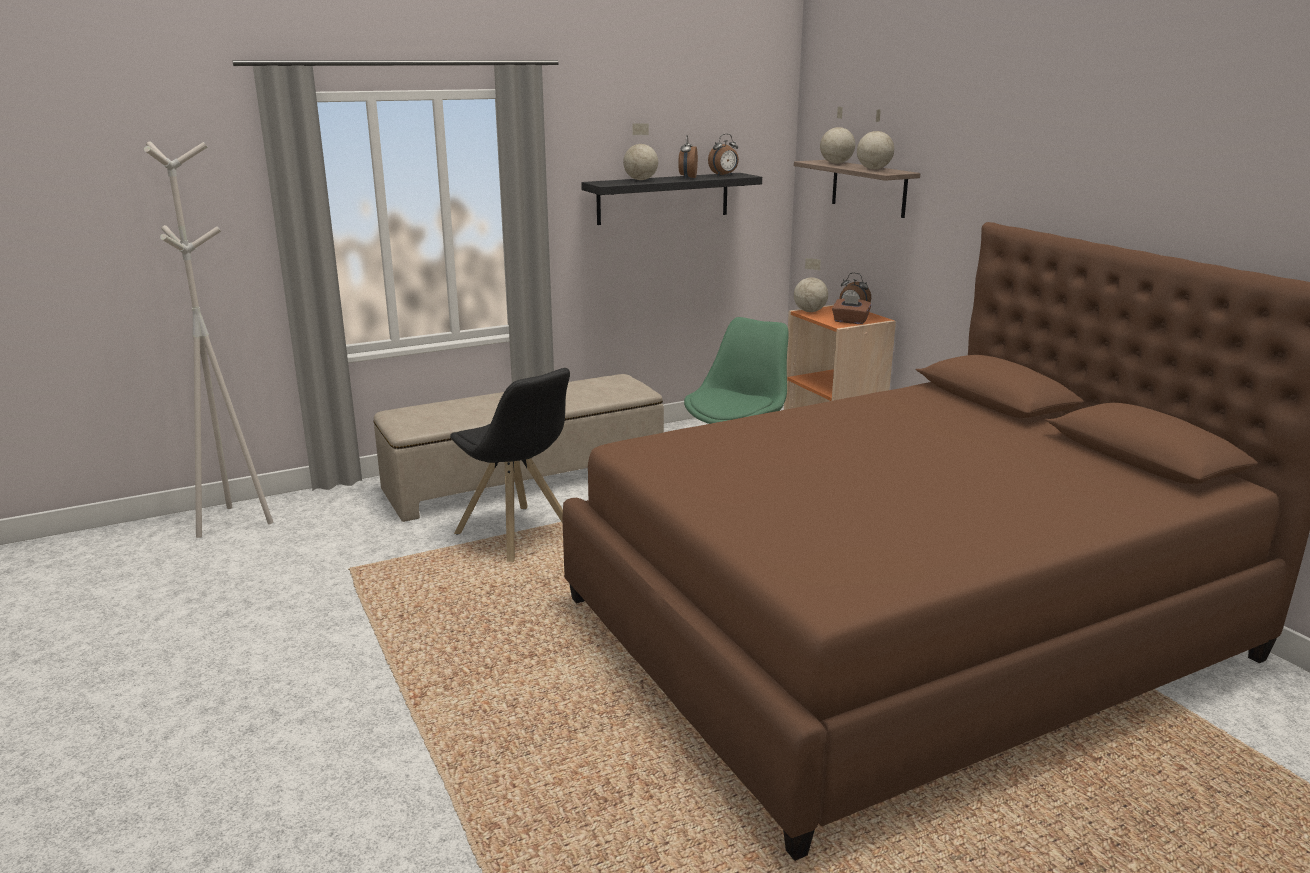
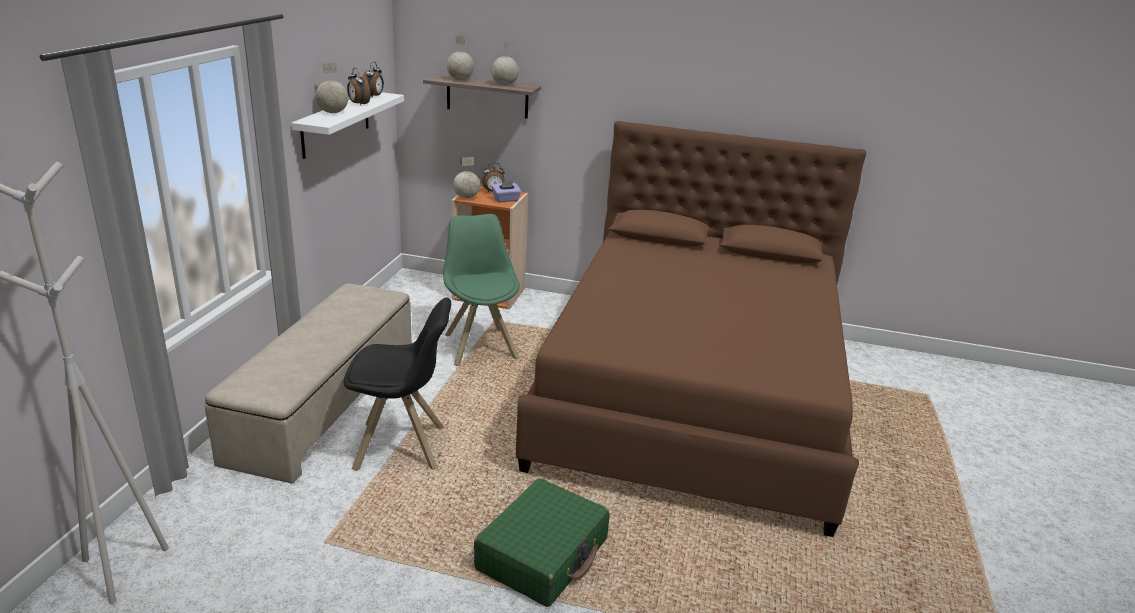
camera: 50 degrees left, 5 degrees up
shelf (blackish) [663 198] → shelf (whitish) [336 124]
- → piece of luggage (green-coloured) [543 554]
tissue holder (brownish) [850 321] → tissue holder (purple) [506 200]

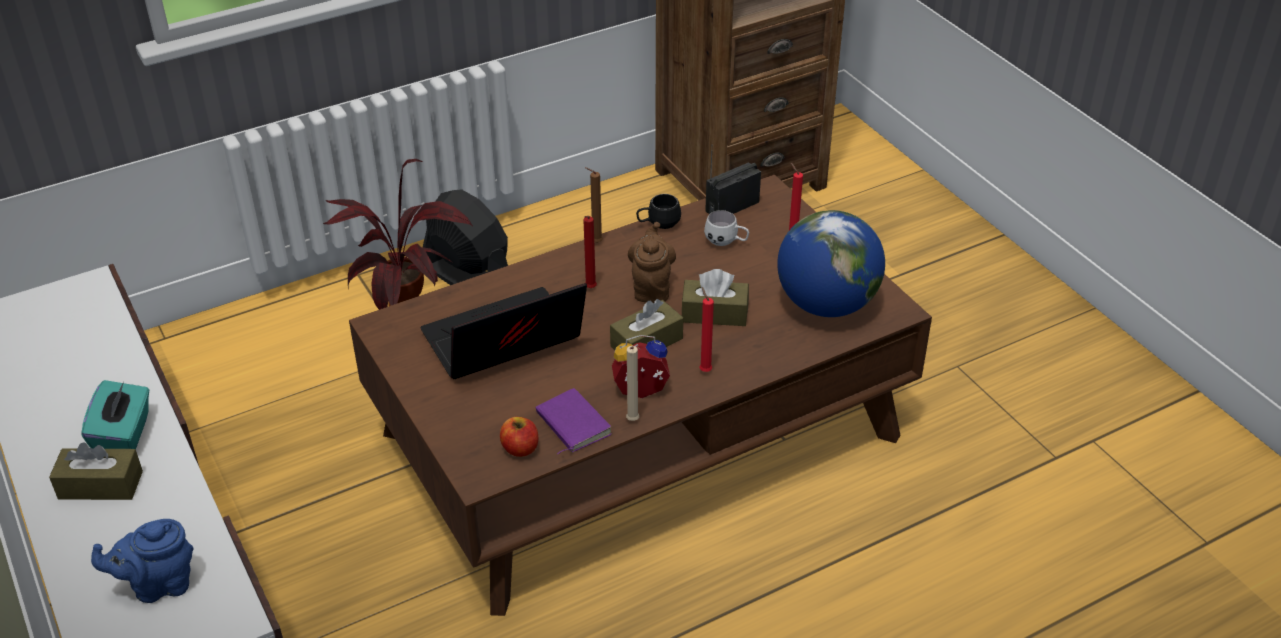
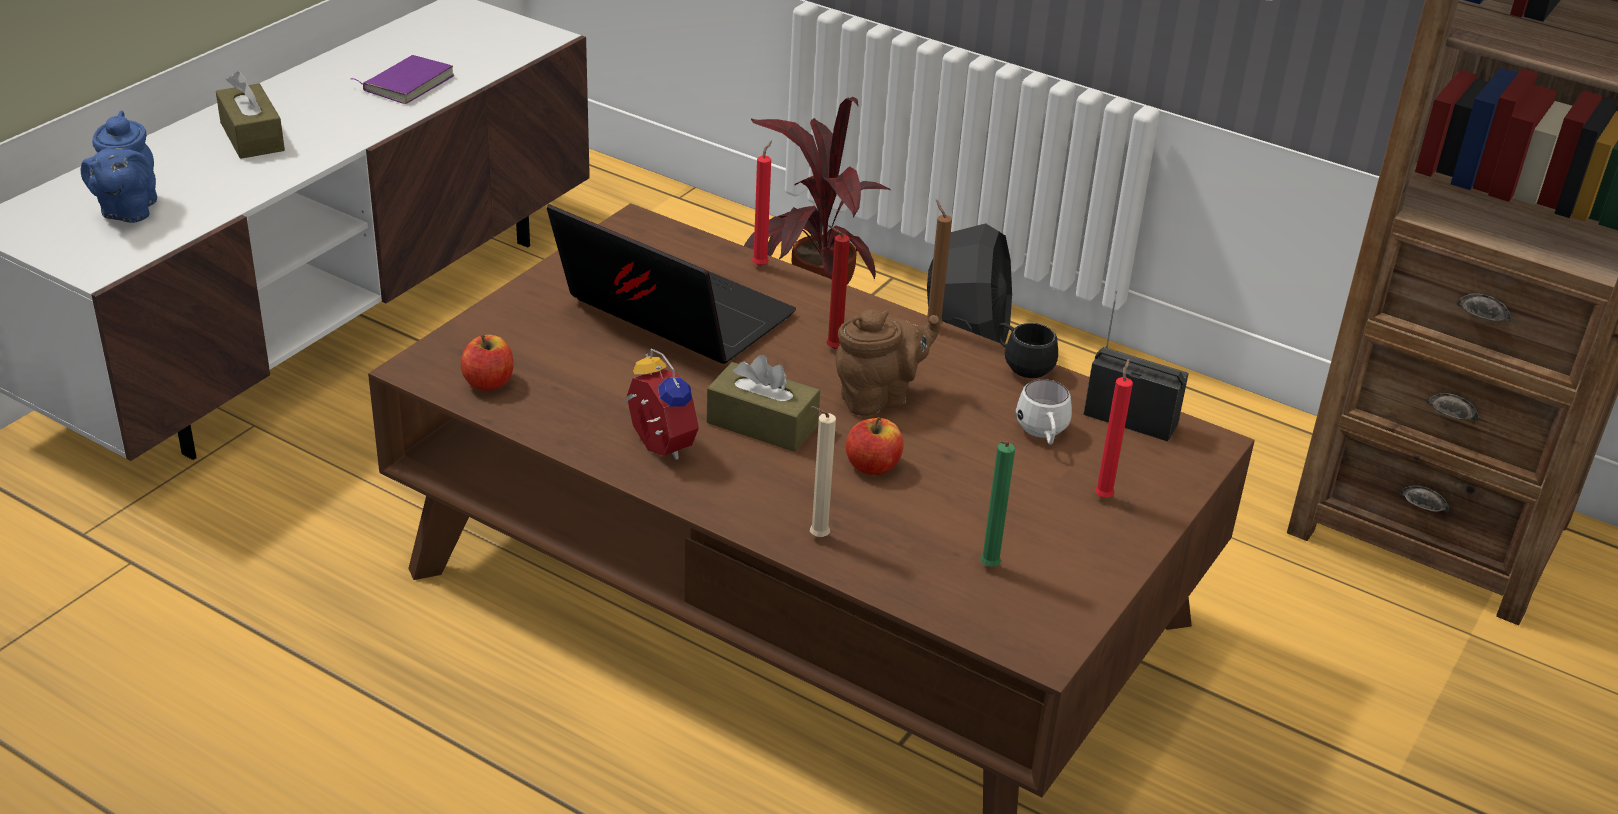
camera: 60 degrees right, 5 degrees down
teapot (bluish) [159 585] → teapot (bluish) [127 210], 135 degrees counterclockwise
volume (purple) [571 424] → volume (purple) [407 83], move
wax candle (red) [704 370] → wax candle (red) [761 265], move
wax candle (beige-coloured) [632 422] → wax candle (beige-coloured) [815 537], move
tissue holder (brownish) [714 313] → whole apple [872 466]
world globe [826 304] → wax candle (green-coloured) [987 568]
tissue holder (blue-green) [124 434] → -

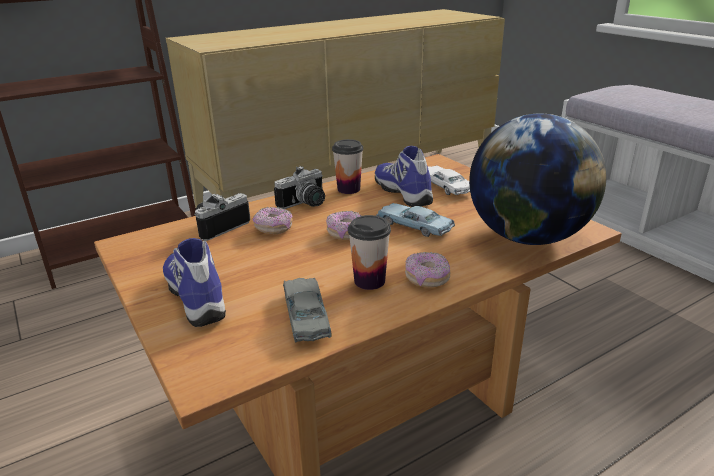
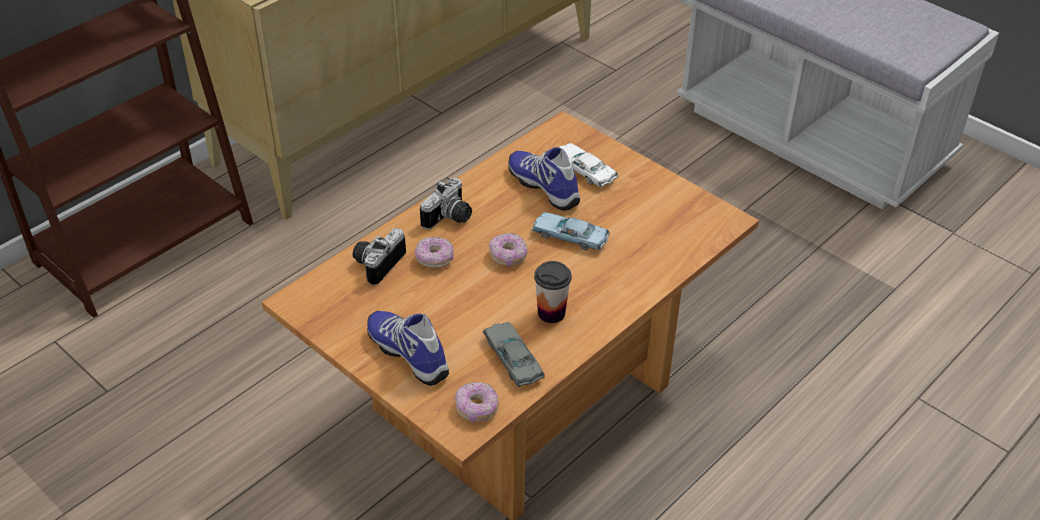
camera: 15 degrees left, 15 degrees up
doughnut [427 279] → doughnut [477 409], move
small cup [348 189] → -
world globe [527 237] → -

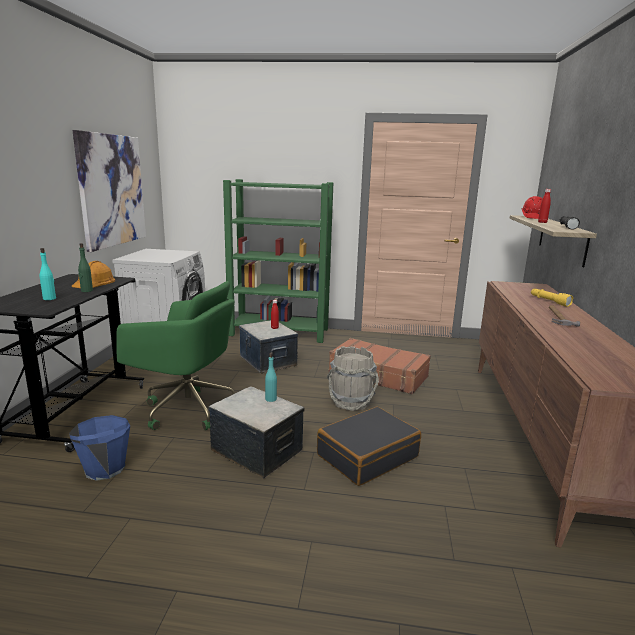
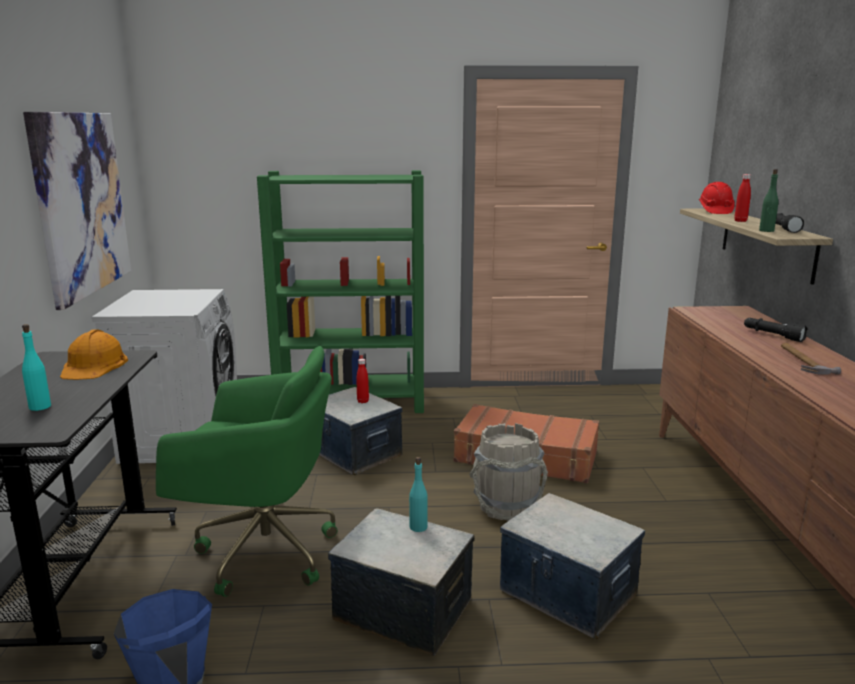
camera: 10 degrees left, 0 degrees up
piece of luggage (blackish) [367 455] → storage bin [567 593]
hand torch (yellow-coloured) [549 301] → hand torch (blackish) [772 335]
bottle (green-coloured) [86 291] → bottle (green-coloured) [766 231], move

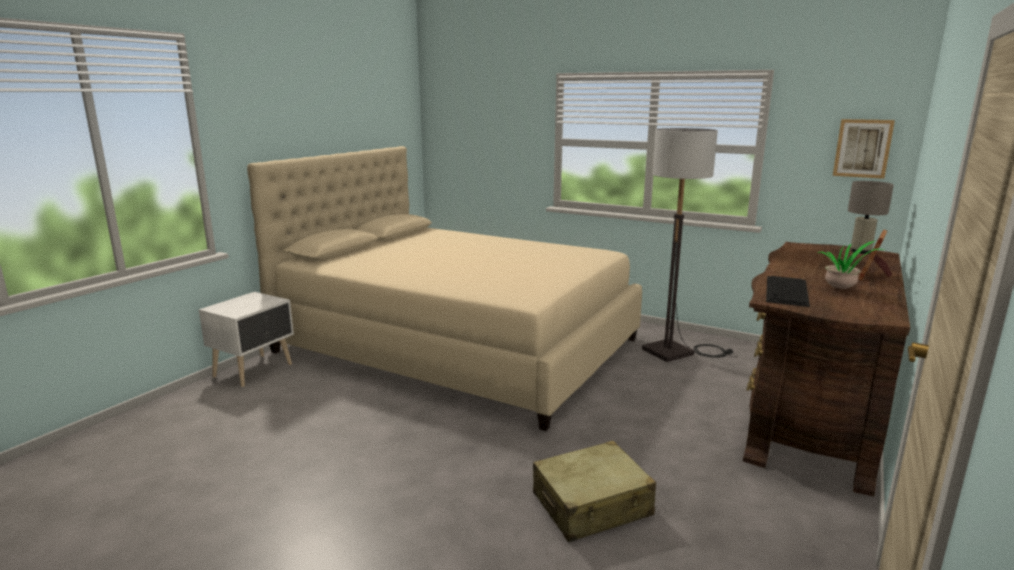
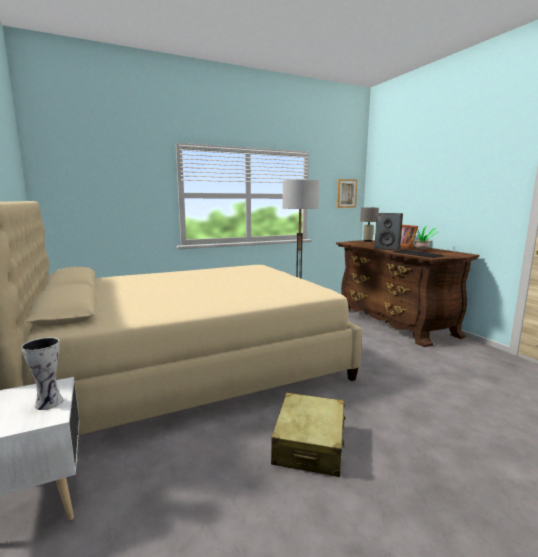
camera: 55 degrees left, 5 degrees down
- → flower vase [50 402]
piece of luggage (beige-coloured) [592 505] → piece of luggage (beige-coloured) [310 444], move
- → loudspeaker [387 249]

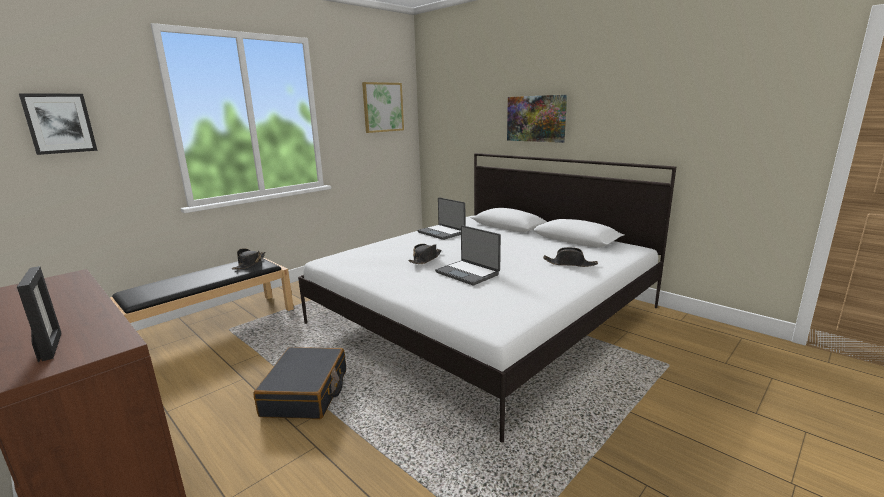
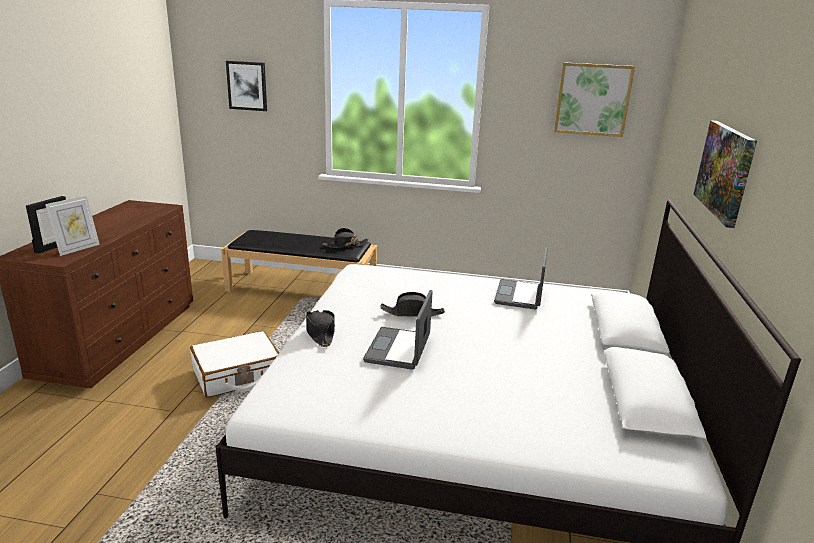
camera: 55 degrees right, 5 degrees up
- → picture frame [78 249]
piece of luggage (blackish) [306 393] → piece of luggage (whitish) [237 375]
wearable hat (blackish) [570 264] → wearable hat (blackish) [320 332], move

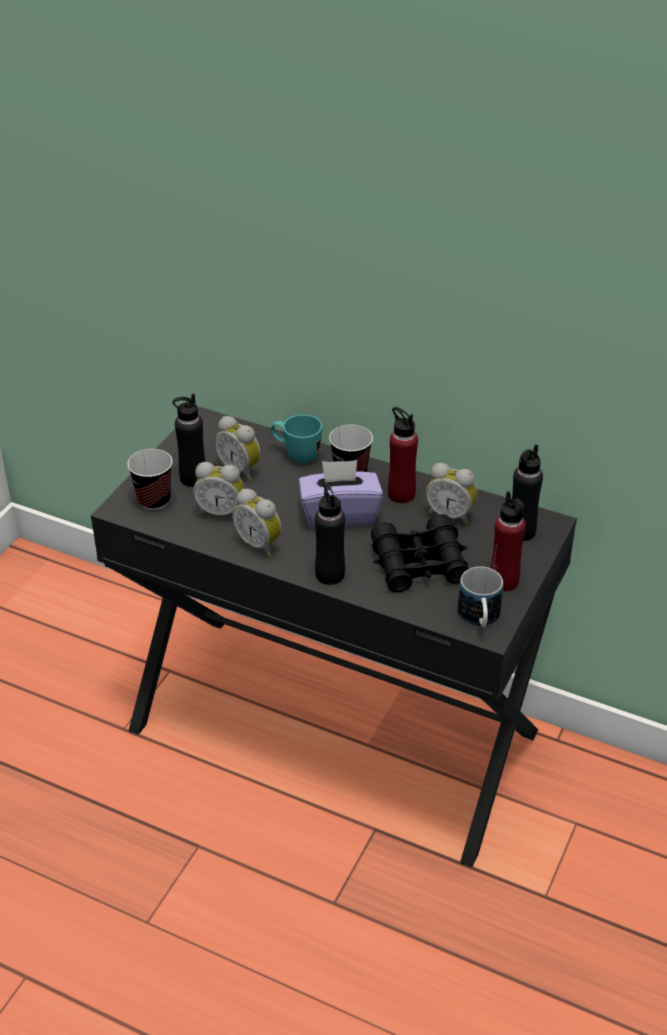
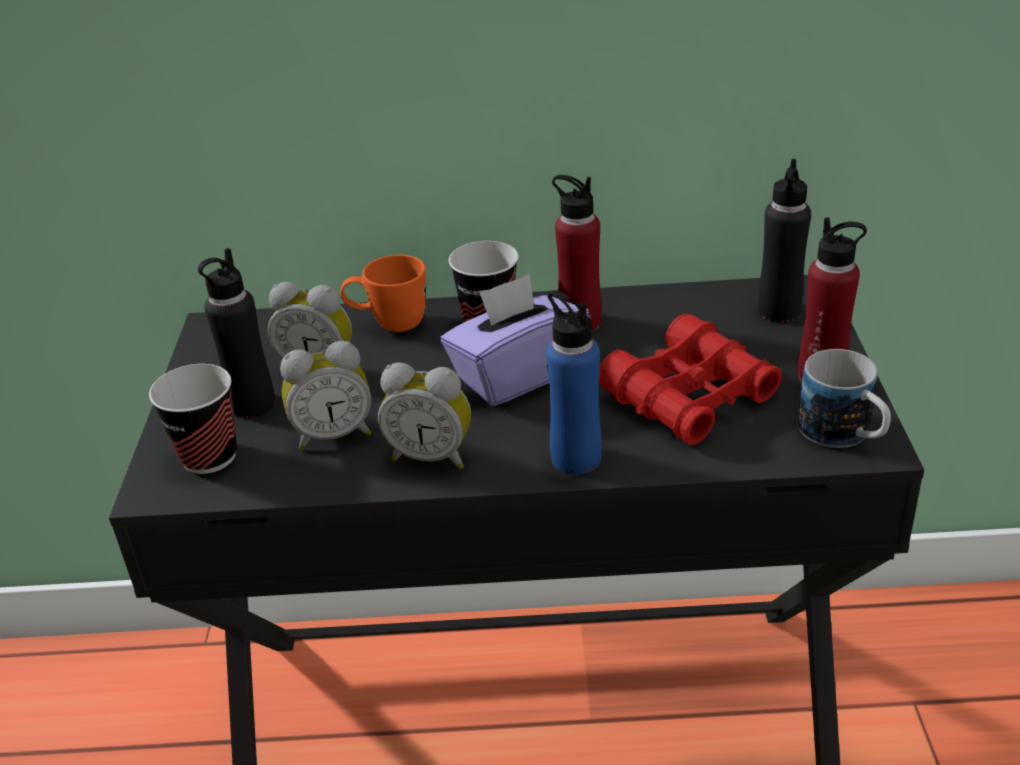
camera: 25 degrees left, 5 degrees down
coffee mug (blue-green) [296 455] → coffee mug (orange-coloured) [388 325]
bottle (blackish) [330 574] → bottle (bluish) [576 458]
pair of binoculars (blackish) [419 564] → pair of binoculars (red) [689 396]
alarm clock [450 515] → -

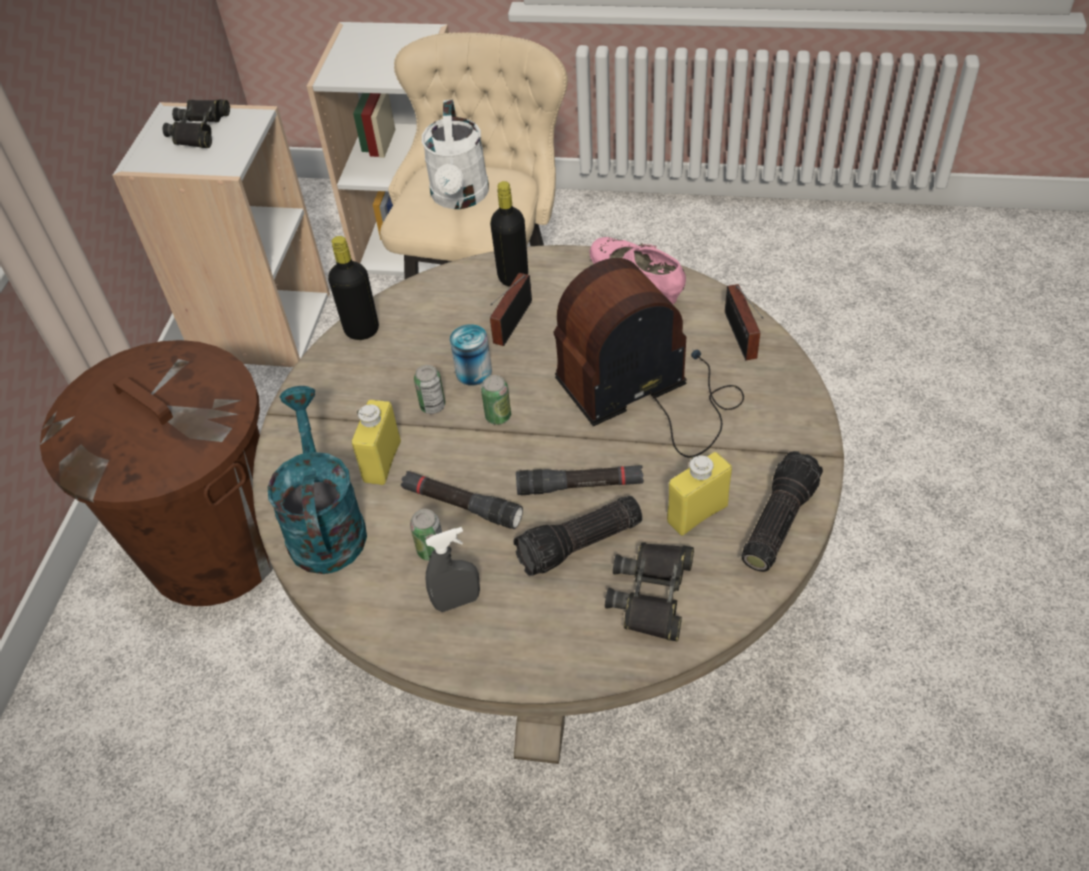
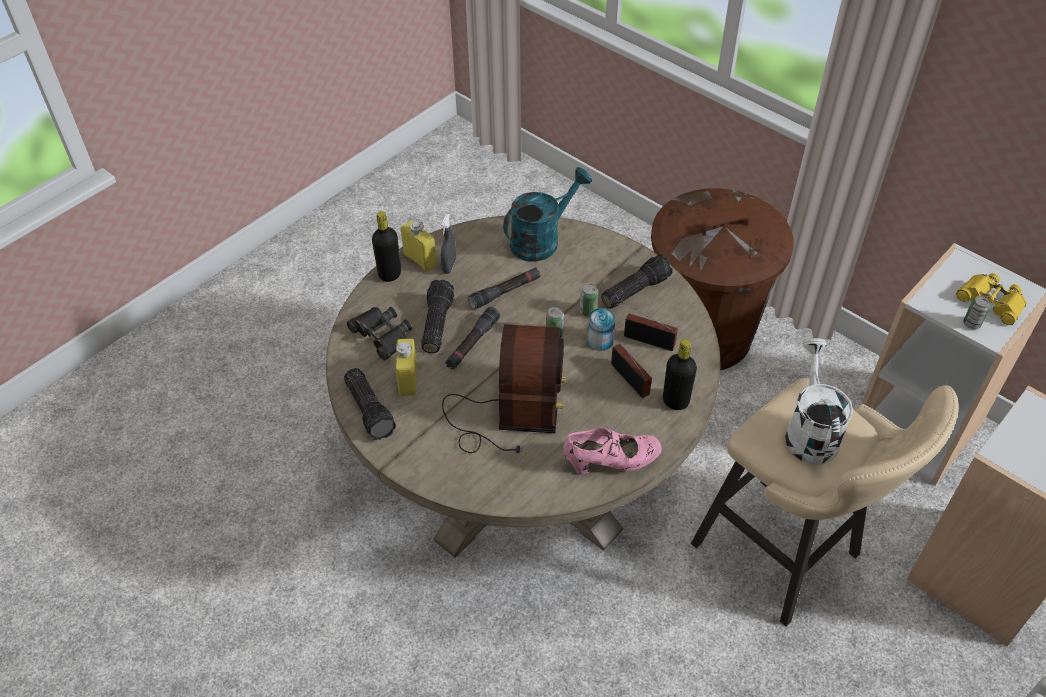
camera: 120 degrees right, 0 degrees up
bottle (blackish) [362 330] → bottle (blackish) [389 274], move
bottle (yellow-coloured) [382 461] → bottle (yellow-coloured) [420 259], move
watering pot (blue-green) [324 524] → watering pot (blue-green) [541 240], 60 degrees counterclockwise
- → hand torch [634 289]
radio set [740 338] → radio set [646 339], move
watering pot (whitish) [460 198] → watering pot (whitish) [810 431], 60 degrees clockwise
pair of binoculars (blackish) [199 129] → pair of binoculars (yellow-coloured) [991 301]
metal can [431 550] → metal can [971 324], move

